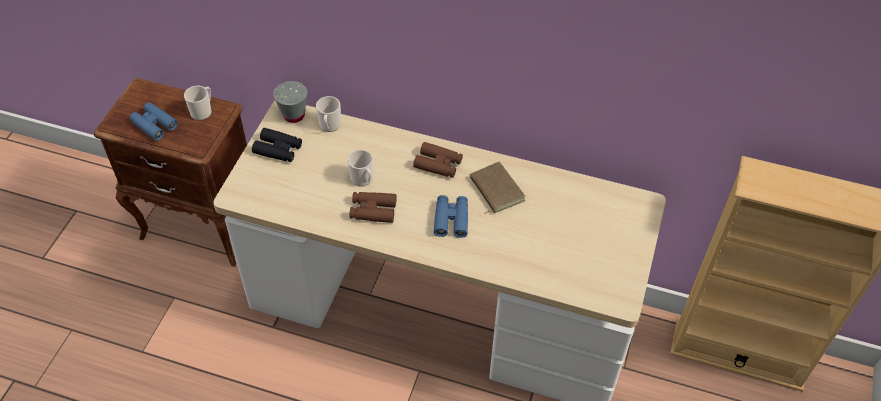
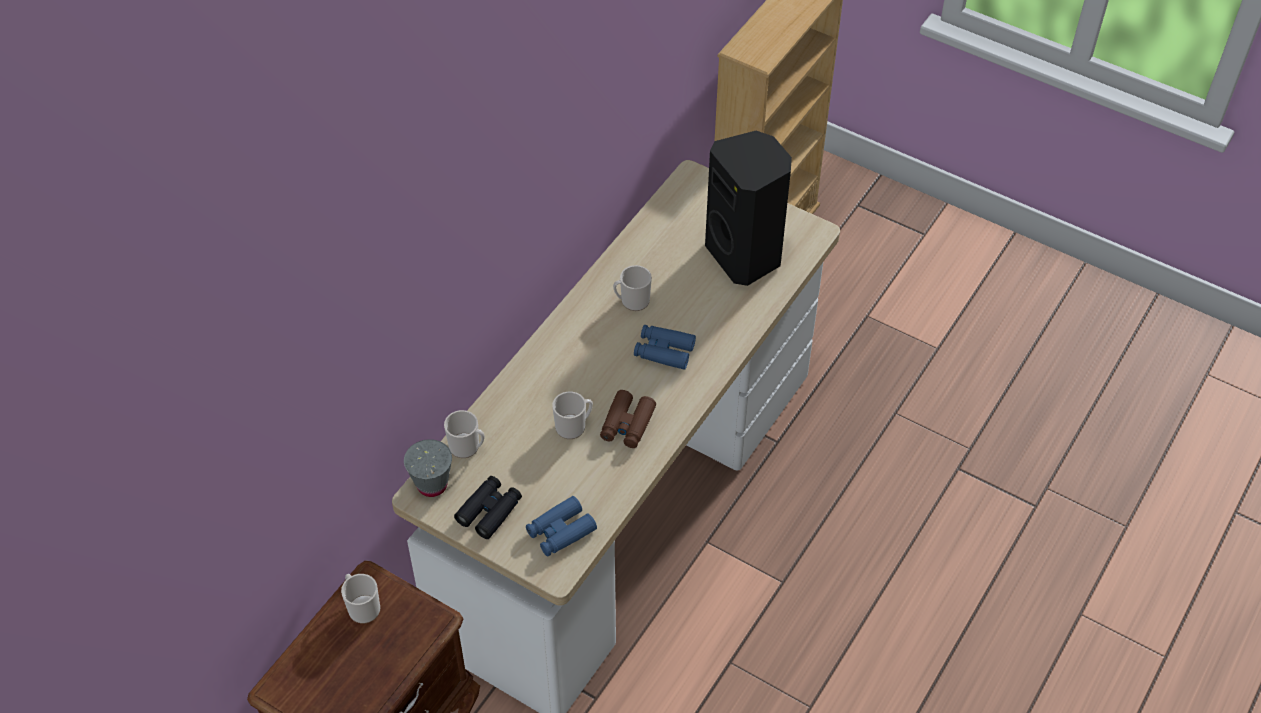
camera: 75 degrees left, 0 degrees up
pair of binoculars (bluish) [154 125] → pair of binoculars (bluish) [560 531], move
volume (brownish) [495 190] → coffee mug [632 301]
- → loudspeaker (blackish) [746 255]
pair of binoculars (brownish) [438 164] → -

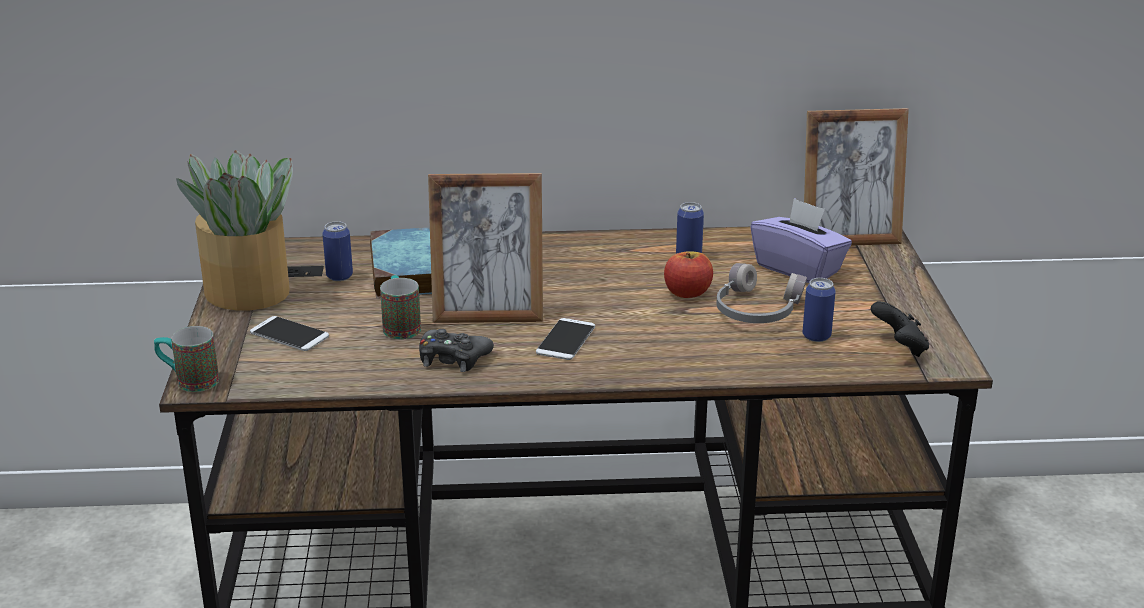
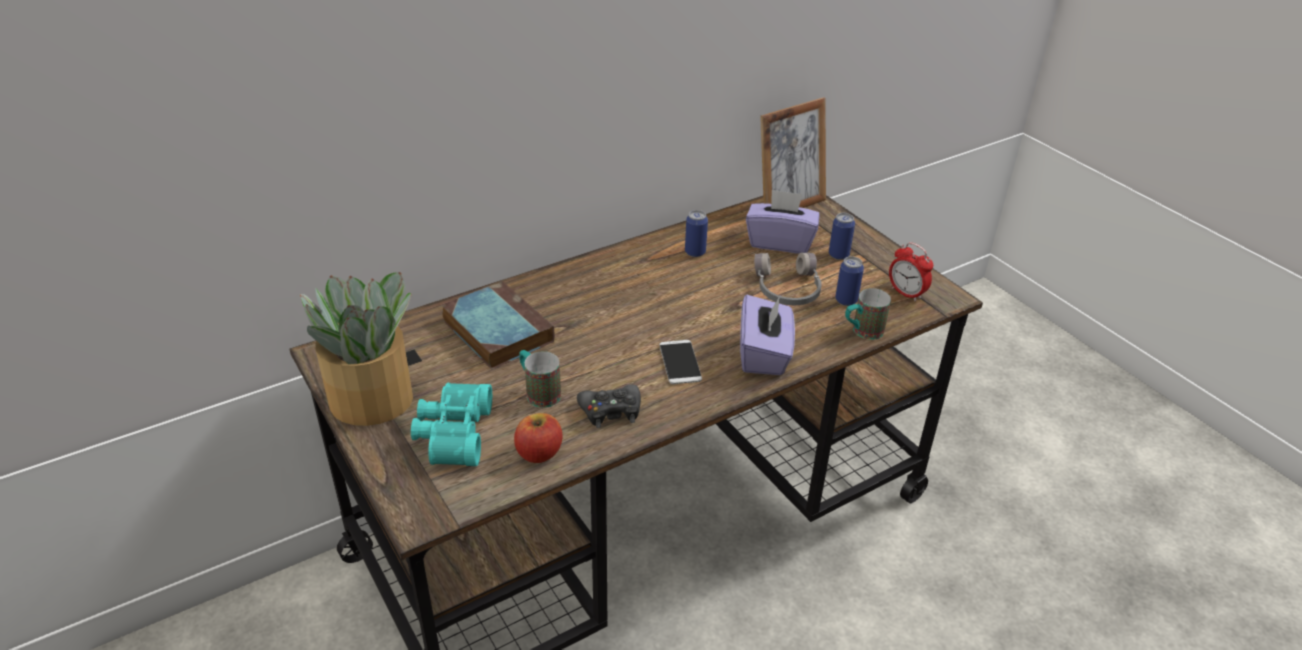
camera: 30 degrees left, 10 degrees up
telephone [289 335] → pair of binoculars (blue-green) [452 434]
whole apple [687 292] → whole apple [539 453], move
- → tissue holder (purple) [764 354]
metal can [339 276] → metal can [838 255], move
coffee mug [189 381] → coffee mug [862 332], move
game controller (blackish) [900 348] → alarm clock [906 293]
picture frame [488 315] → -

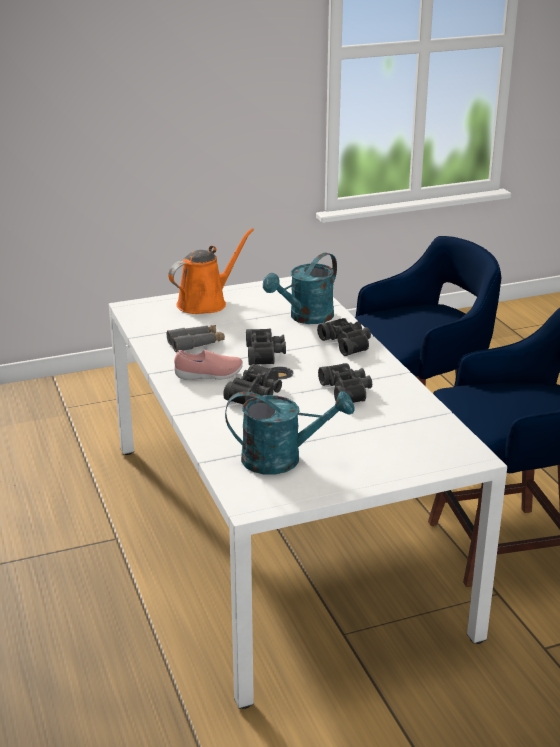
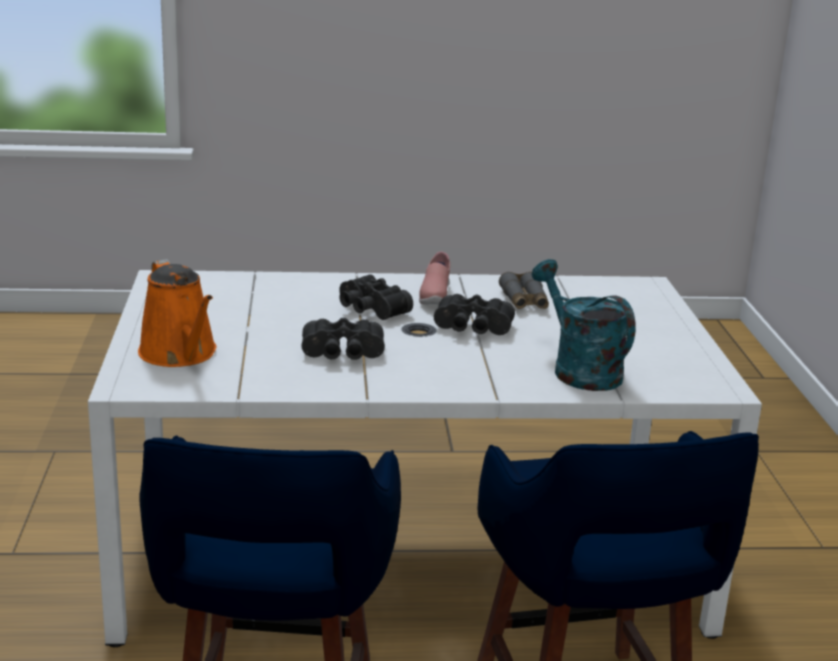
camera: 105 degrees right, 5 degrees down
watering pot (orange-coloured) [205 302] → watering pot (orange-coloured) [180 354], move
watering pot (blue-green) [282 459] → -
pair of binoculars (blackish) [347 343] → -

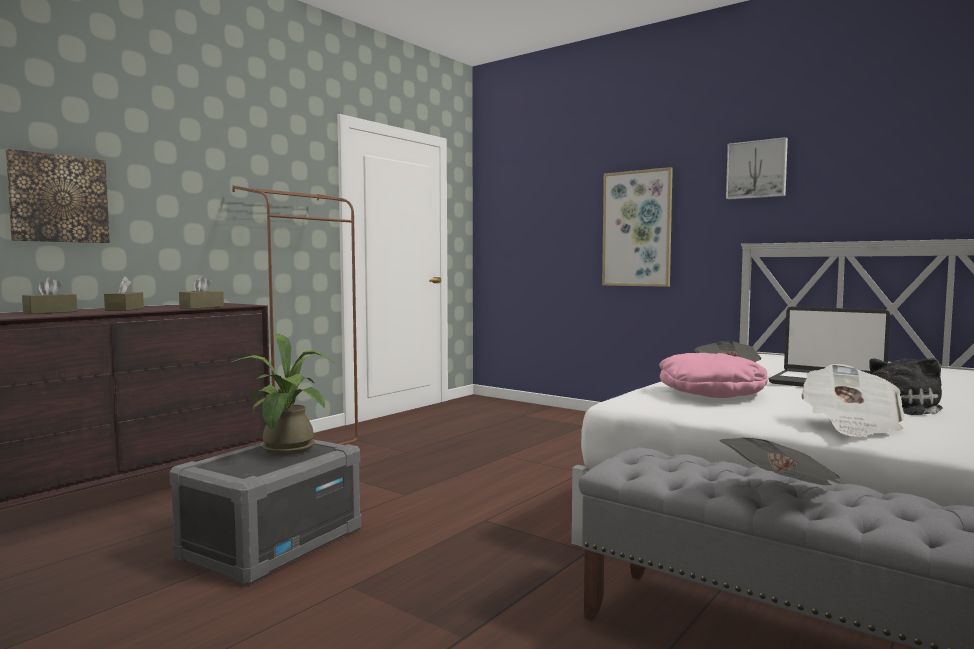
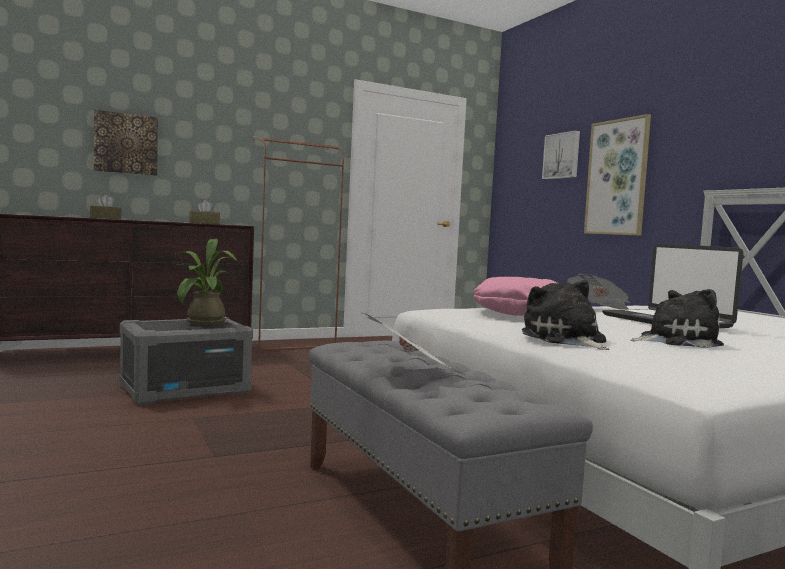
camera: 25 degrees right, 0 degrees up
daily paper [850 425] → plush toy [565 339]
picture [757 169] → picture [562 156], move
tissue holder (brownish) [124 309] → -

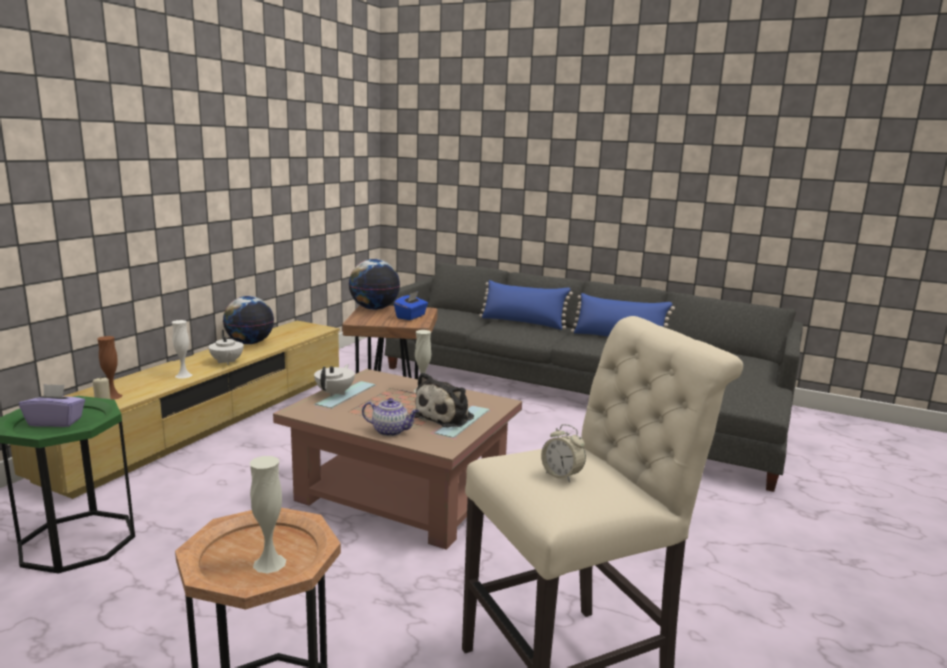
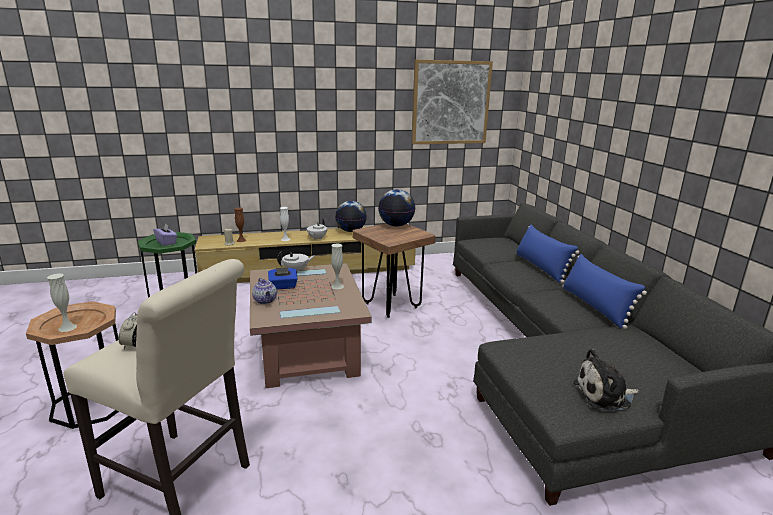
camera: 50 degrees right, 5 degrees up
tissue holder (bluish) [411 317] → tissue holder (bluish) [283 286], move
- → picture [450 103]
plush toy [446 416] → plush toy [605 395], move

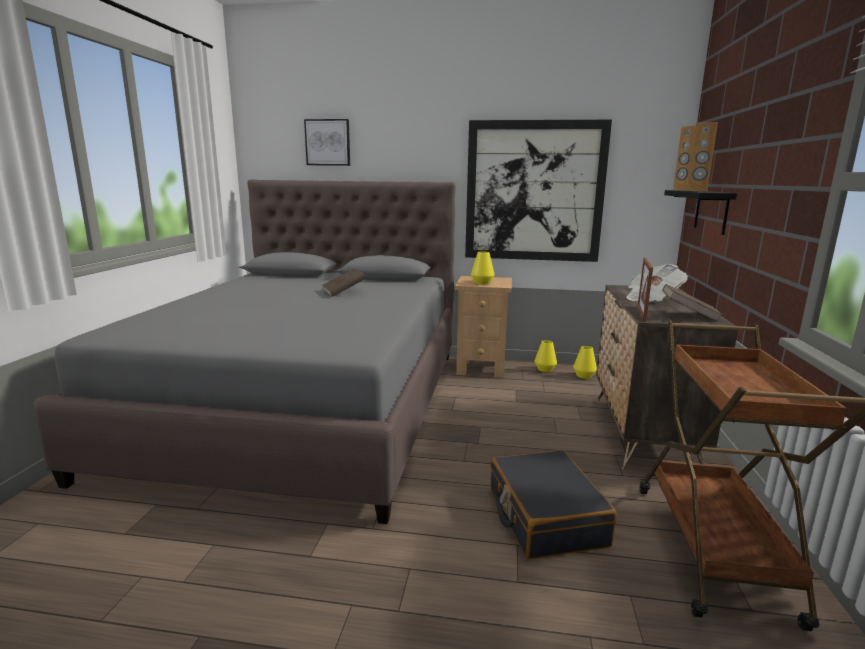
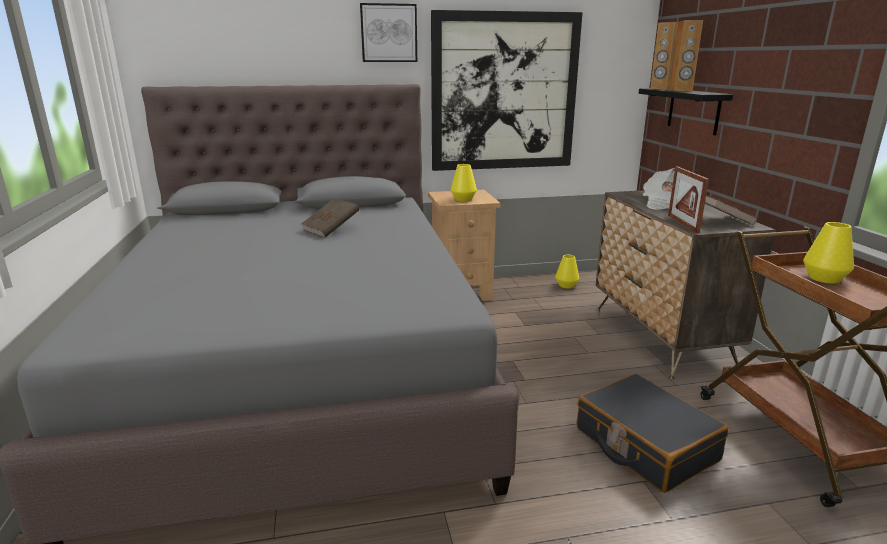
camera: 20 degrees left, 5 degrees up
picture [328 142] → picture [389 33], move
flower vase (yellow-coloured) [545 369] → flower vase (yellow-coloured) [824 278], move

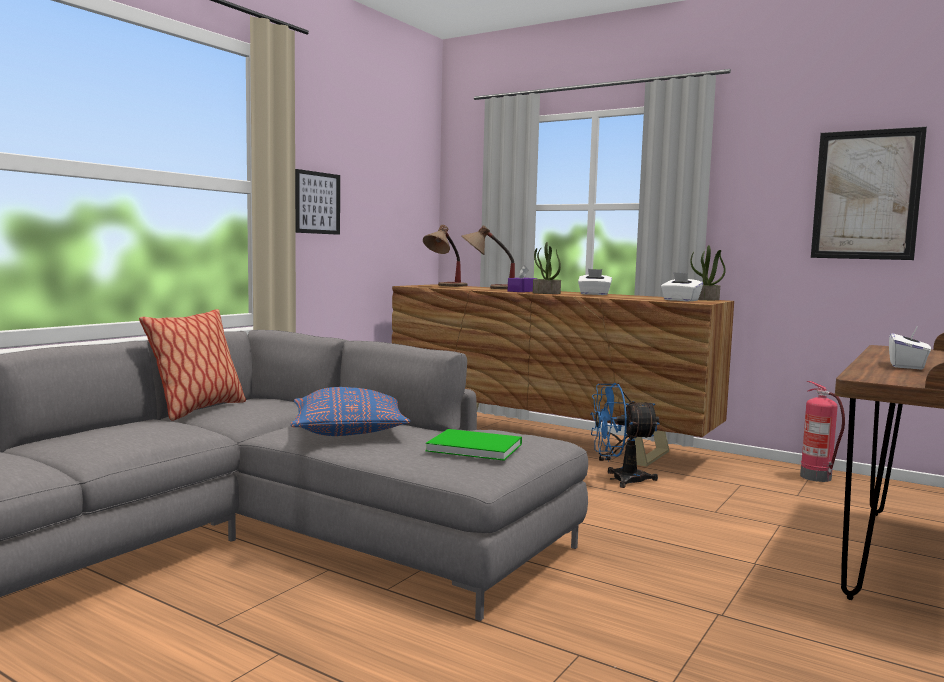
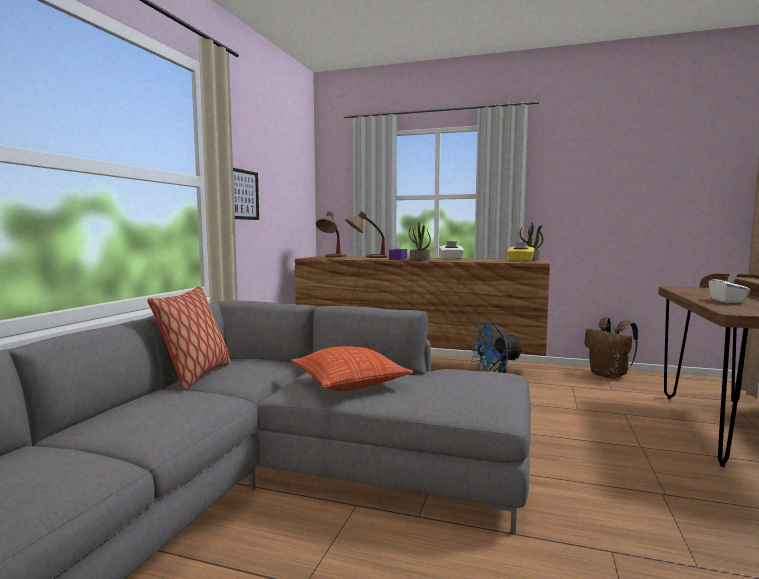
camera: 15 degrees left, 0 degrees up
pillow (bluish) [349 431] → pillow (orange-coloured) [350 383]
tissue holder (whitish) [680 300] → tissue holder (yellow-coloured) [520 261]
extinguisher [817 477] → backpack (brownish) [610 375]
volume (green-coloured) [473 447] → -
picture [866 195] → -

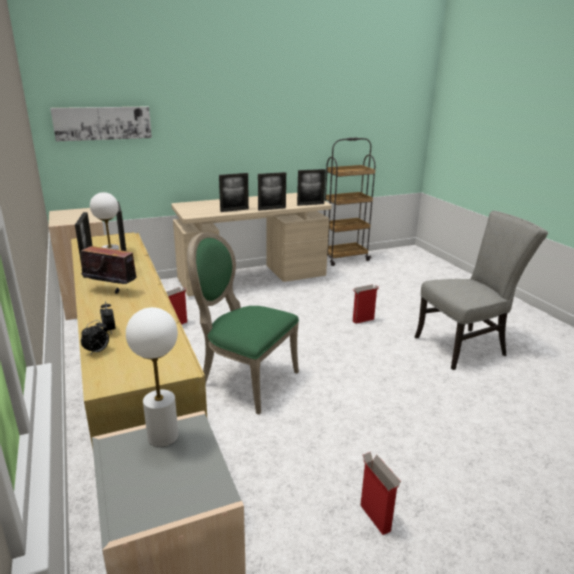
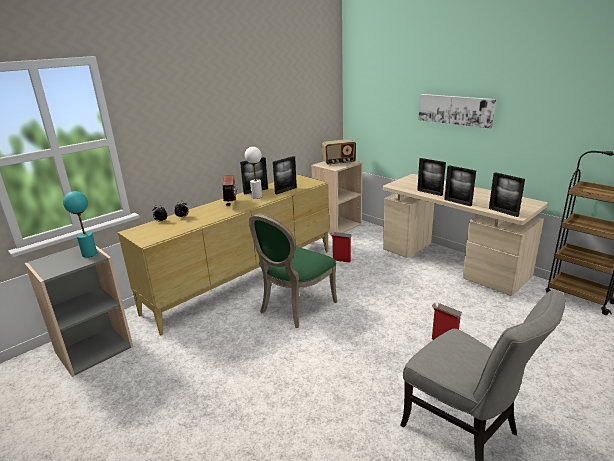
camera: 70 degrees right, 0 degrees up
table lamp (whitish) [163 436] → table lamp (blue-green) [90 254]
plain chair (green-coloured) [244 379] → plain chair (green-coloured) [294 307], 150 degrees counterclockwise
- → radio set [339 163]
picture [103 123] → picture [455 110], move
carton [374 517] → -

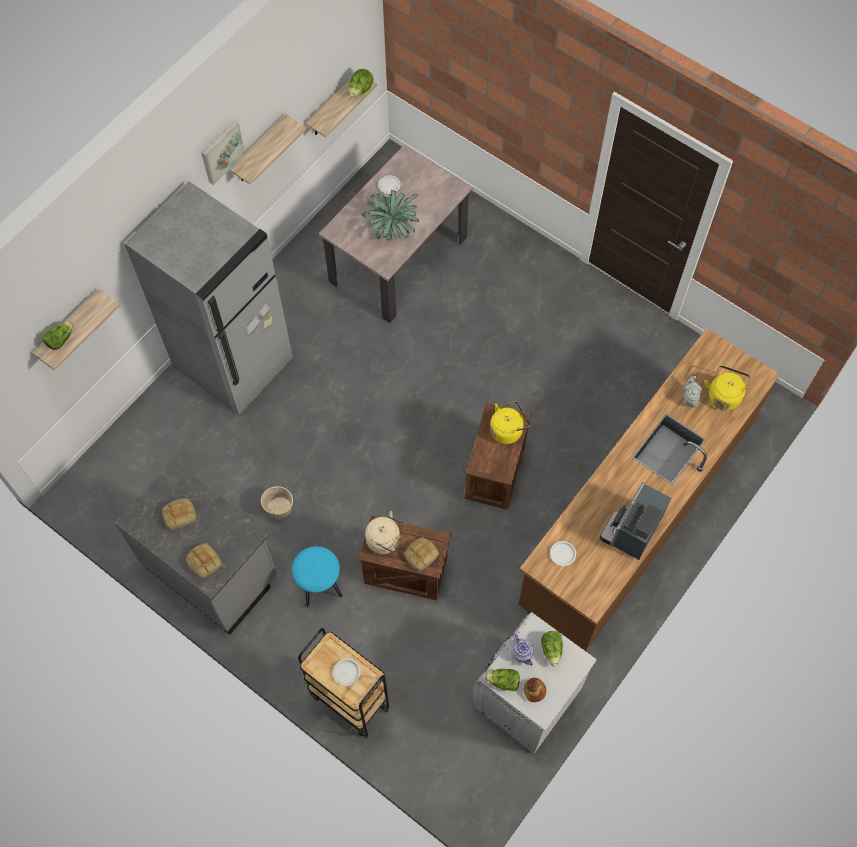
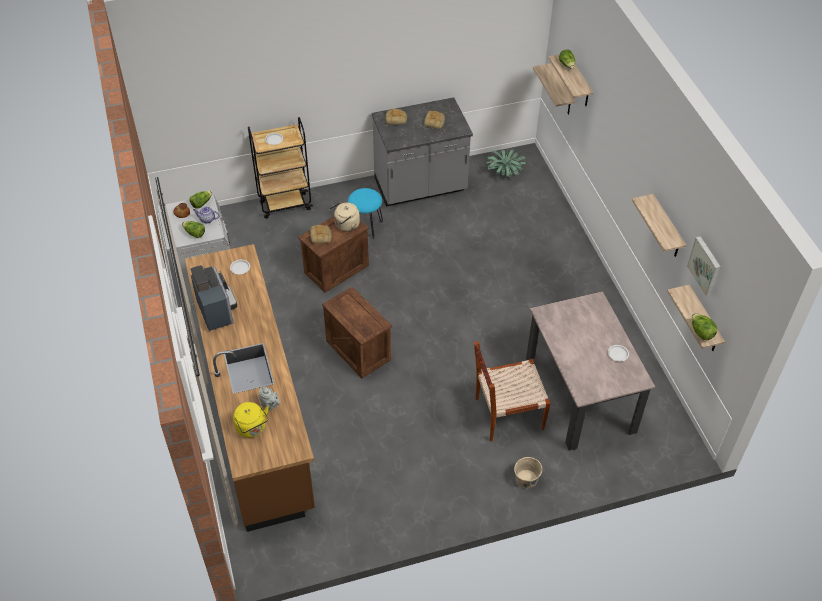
camera: 125 degrees right, 15 degrees down
- → plain chair [507 414]
houseplant [393 227] → houseplant [504 174], move
bucket (beige-coloured) [279 508] → bucket (beige-coloured) [526 479], move
- → shelf [561 91]
picture [221 151] → picture [705 265], move
fridge (grey) [233 360] → -
water kettle (yellow-coloured) [507 430] → -

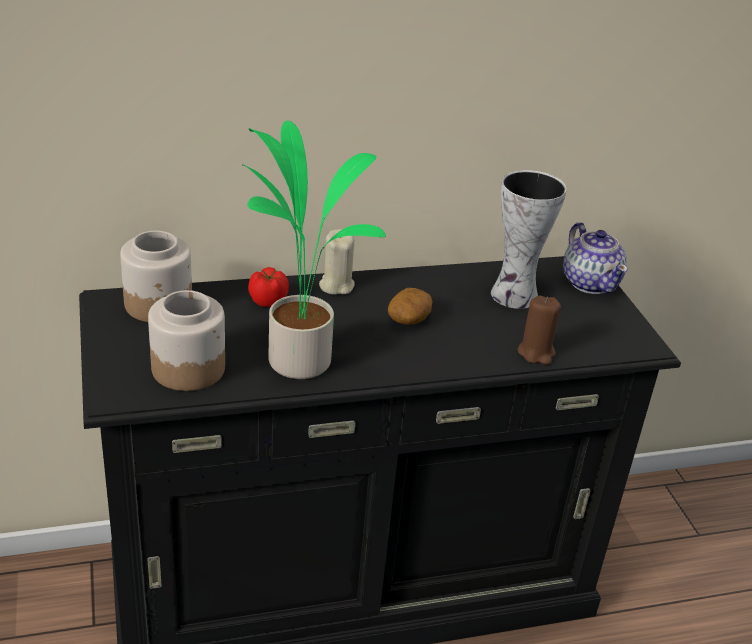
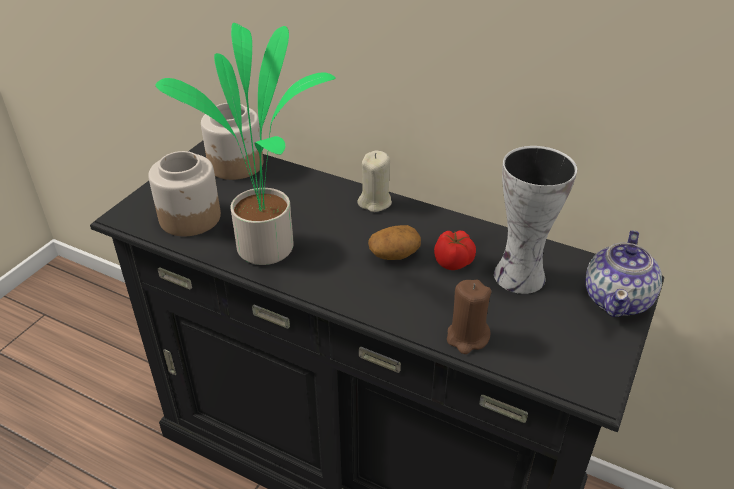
camera: 45 degrees right, 5 degrees up
tomato [269 301] → tomato [454 262], move

